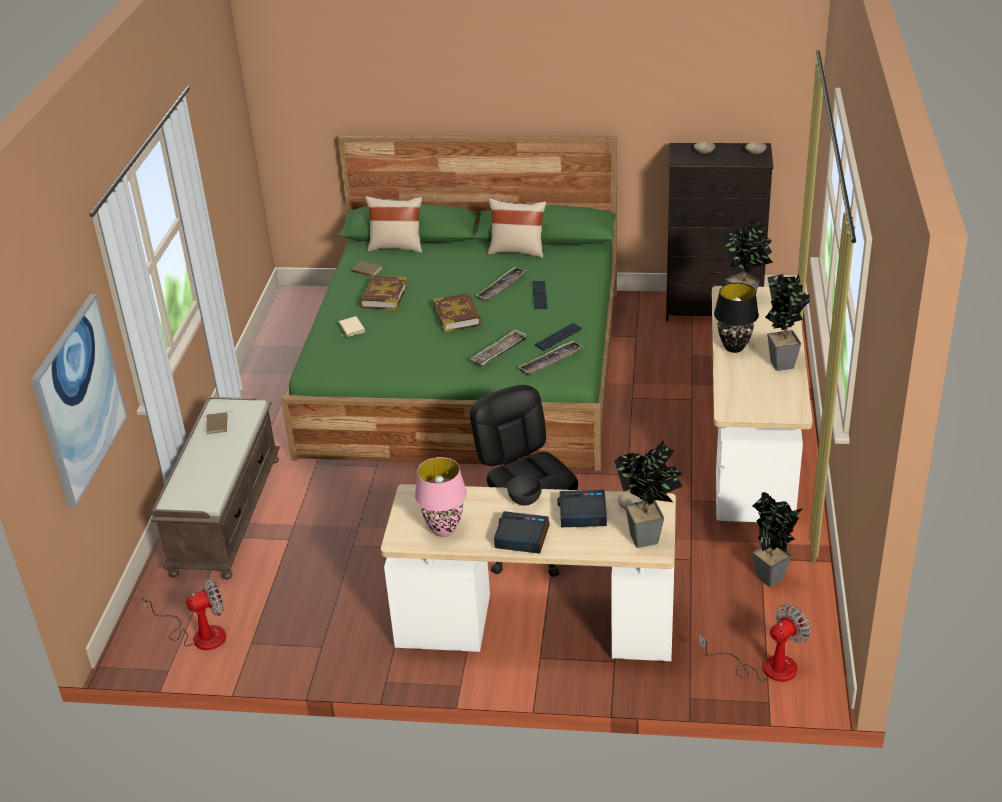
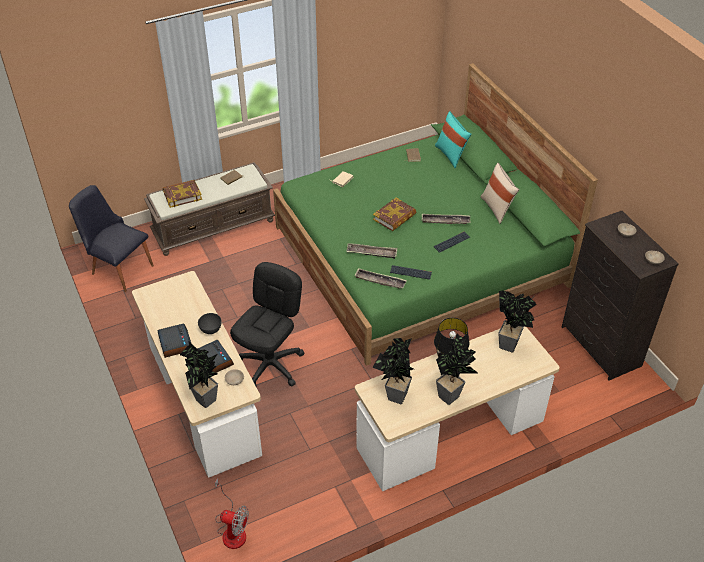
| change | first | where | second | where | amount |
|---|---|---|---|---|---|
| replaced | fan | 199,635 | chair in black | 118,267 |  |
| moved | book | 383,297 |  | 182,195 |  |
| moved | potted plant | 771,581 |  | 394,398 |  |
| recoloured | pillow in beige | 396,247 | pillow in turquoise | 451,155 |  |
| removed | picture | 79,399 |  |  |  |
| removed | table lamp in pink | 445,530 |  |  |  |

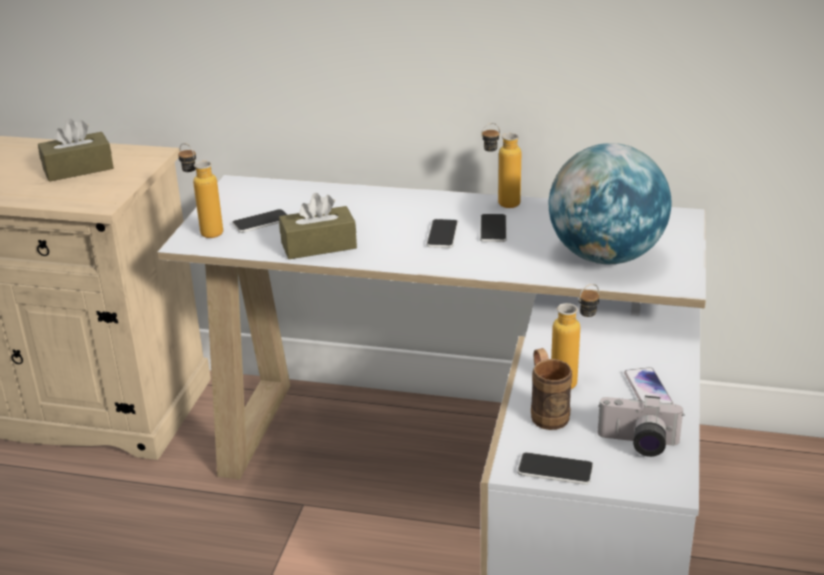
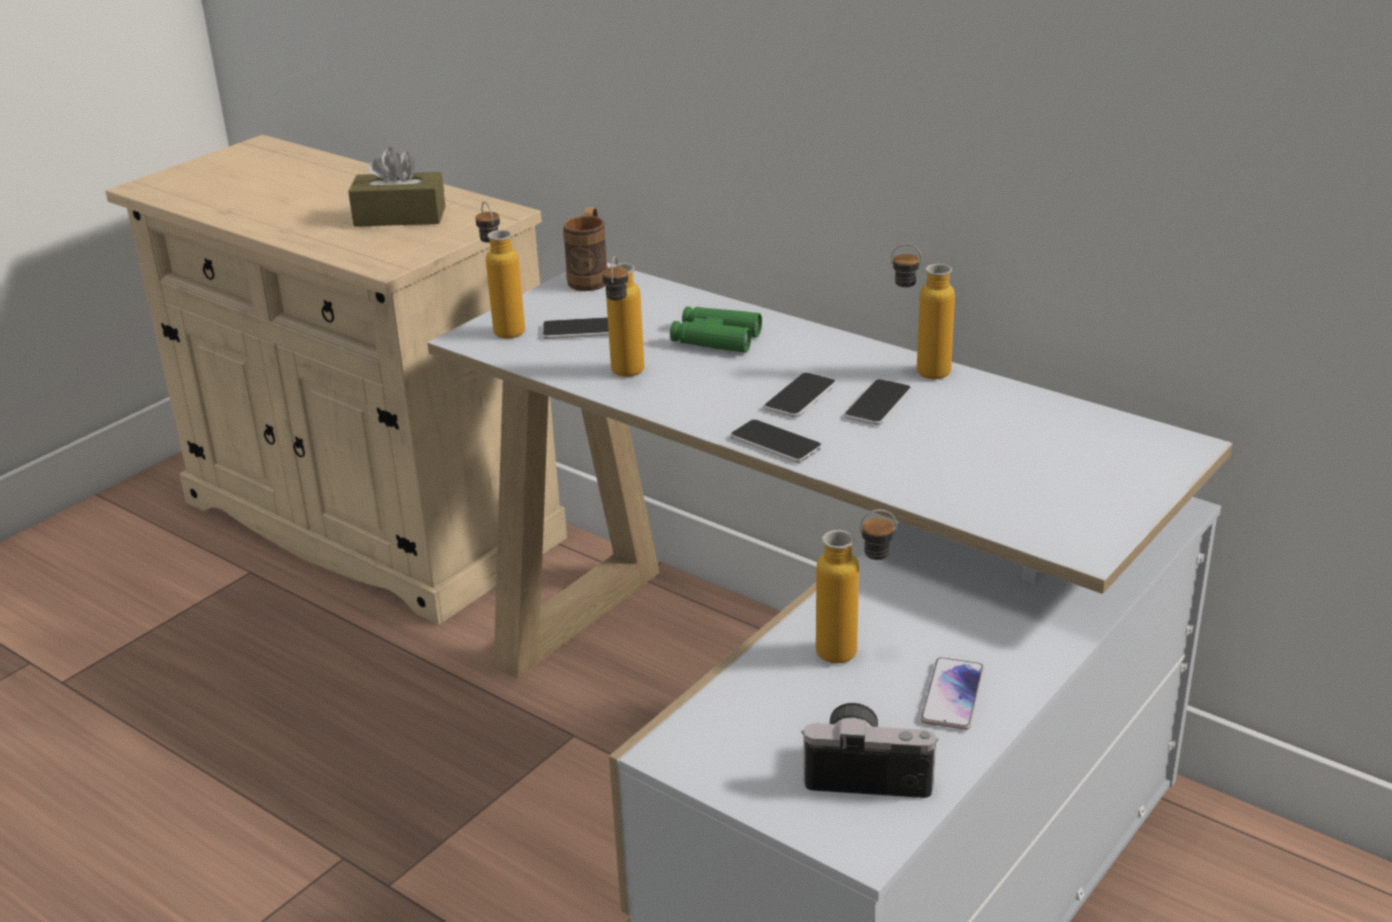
| change | first | where | second | where | amount |
|---|---|---|---|---|---|
| moved | mug in brown | 546,412 |  | 590,278 |  |
| replaced | tissue box in brown | 318,245 | bottle | 625,377 |  |
| added |  |  | binoculars in green | 715,339 |  |
| moved | phone | 555,470 |  | 775,443 |  |
| turned | photo camera | 637,444 |  | 868,770 | 150 degrees clockwise |
| removed | globe | 605,256 |  |  |  |

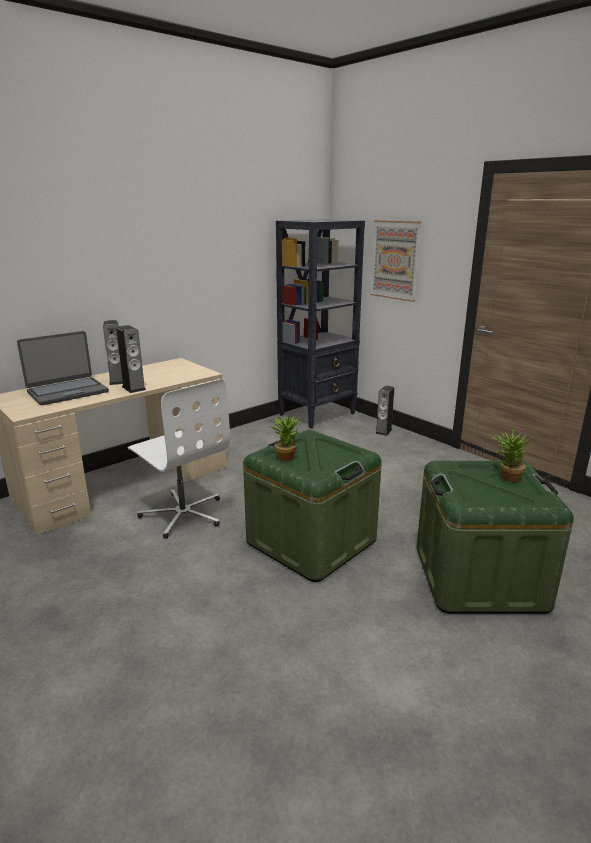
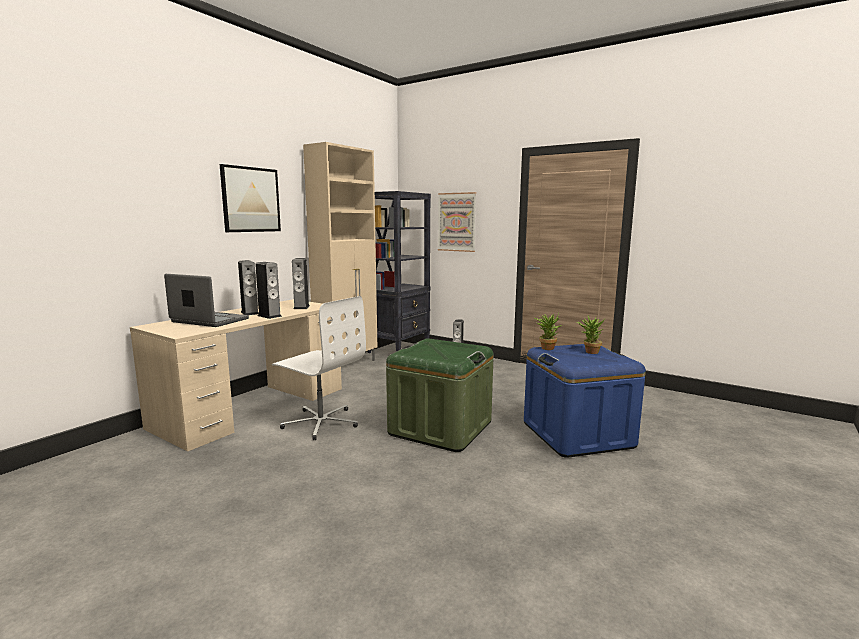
| change | first | where | second | where | amount |
|---|---|---|---|---|---|
| turned | laptop | 67,392 |  | 209,321 | 105 degrees counterclockwise |
| added |  |  | picture | 251,199 |  |
| added |  |  | speaker | 301,307 |  |
| added |  |  | cabinet in beige | 347,365 |  |
| recoloured | storage box in green | 479,578 | storage box in blue | 577,434 |  |
| moved | potted plant | 286,456 |  | 546,347 |  |

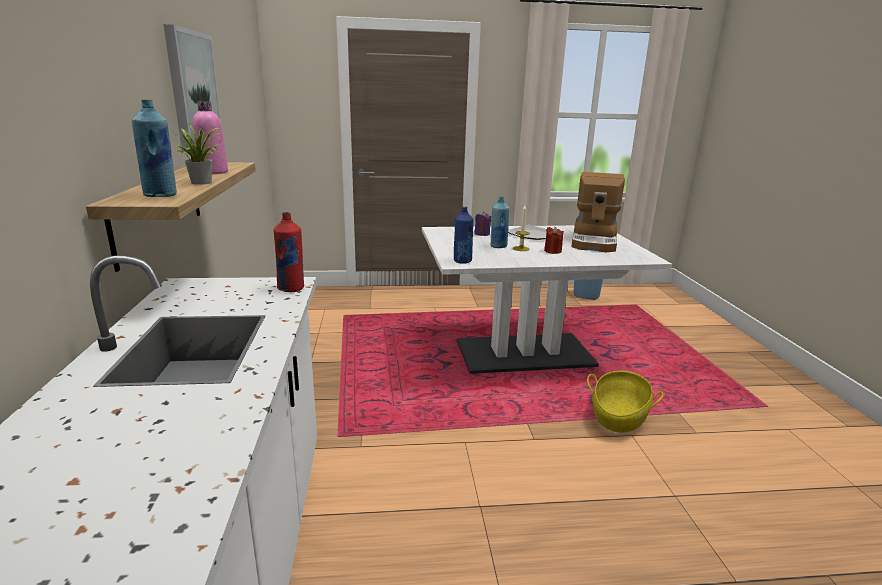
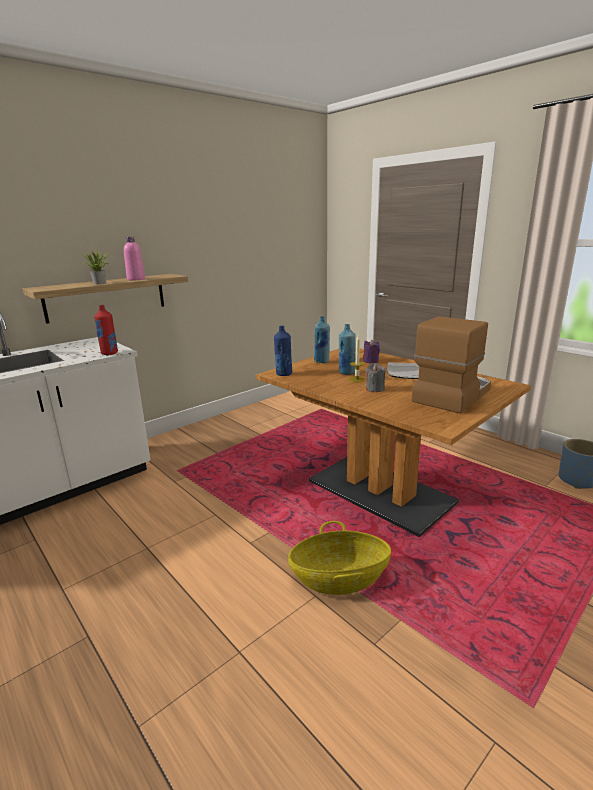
| change | first | where | second | where | amount |
|---|---|---|---|---|---|
| recoloured | dining table in white | 524,354 | dining table in brown | 380,492 |  |
| moved | bottle in blue | 161,195 |  | 321,361 |  |
| recoloured | candle in red | 552,251 | candle in grey | 375,389 |  |
| turned | coffee machine | 595,241 |  | 451,395 | 150 degrees clockwise |
| removed | picture | 193,90 |  |  |  |

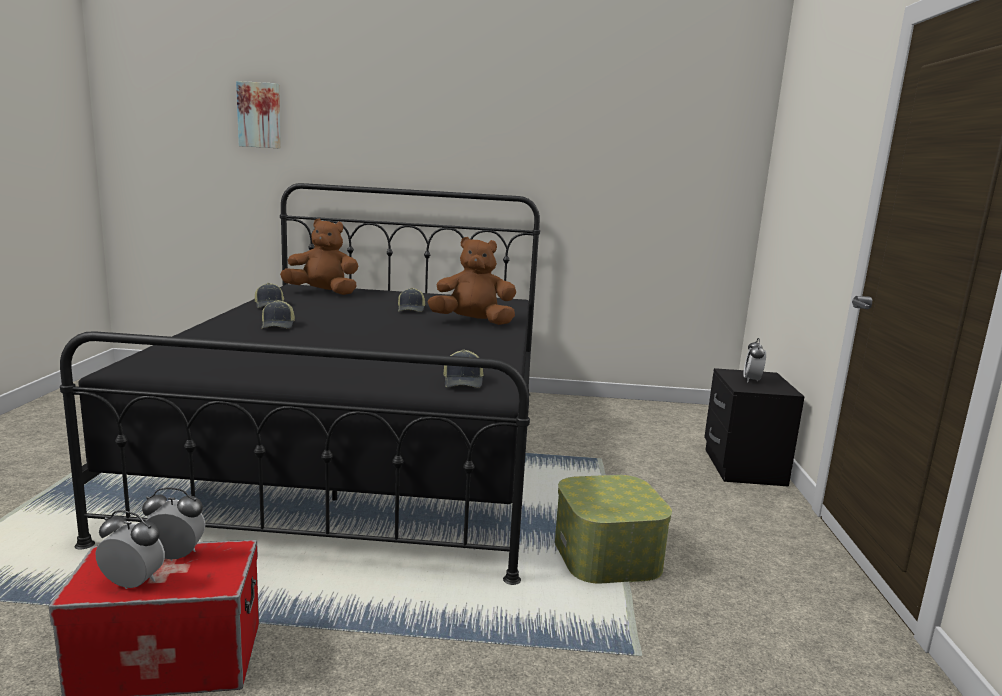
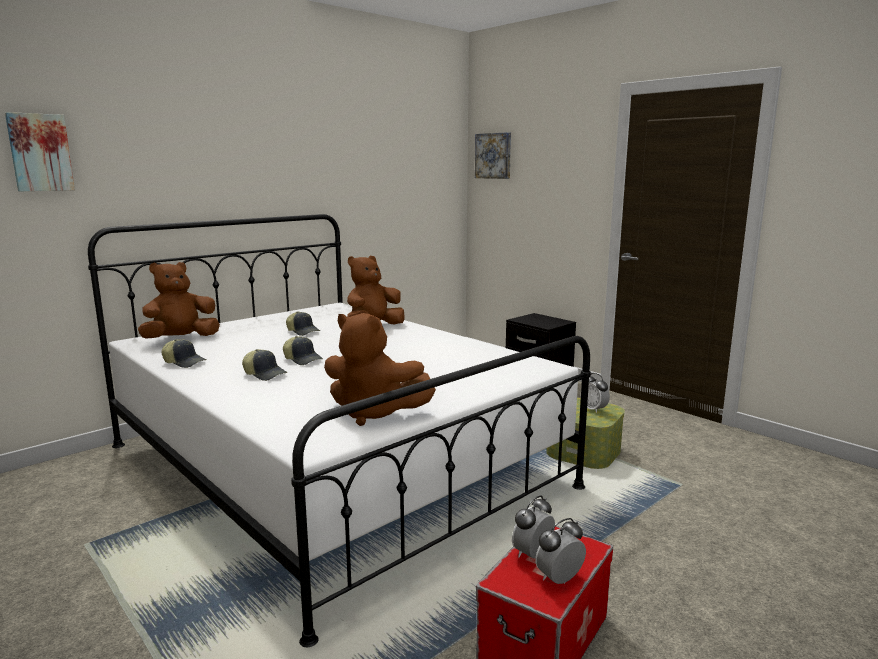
| change | first | where | second | where | amount |
|---|---|---|---|---|---|
| recoloured | bed in black | 366,449 | bed in white | 332,465 |  |
| moved | cap | 464,382 |  | 303,359 |  |
| added |  |  | plush toy in brown | 374,413 |  |
| added |  |  | picture | 494,156 |  |
| moved | alarm clock | 752,380 |  | 594,409 |  |

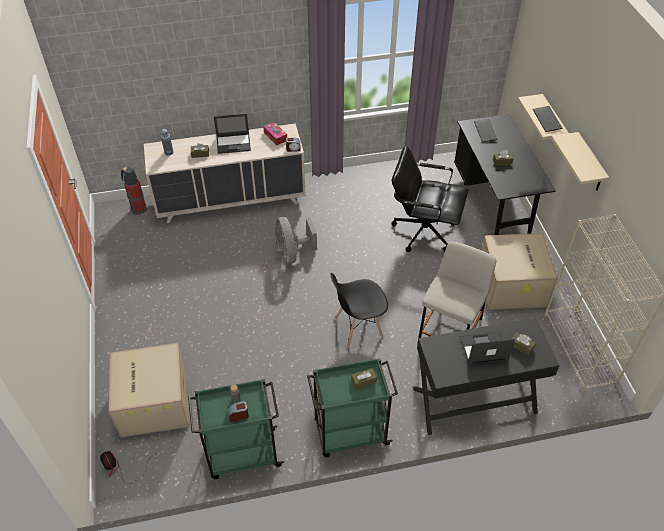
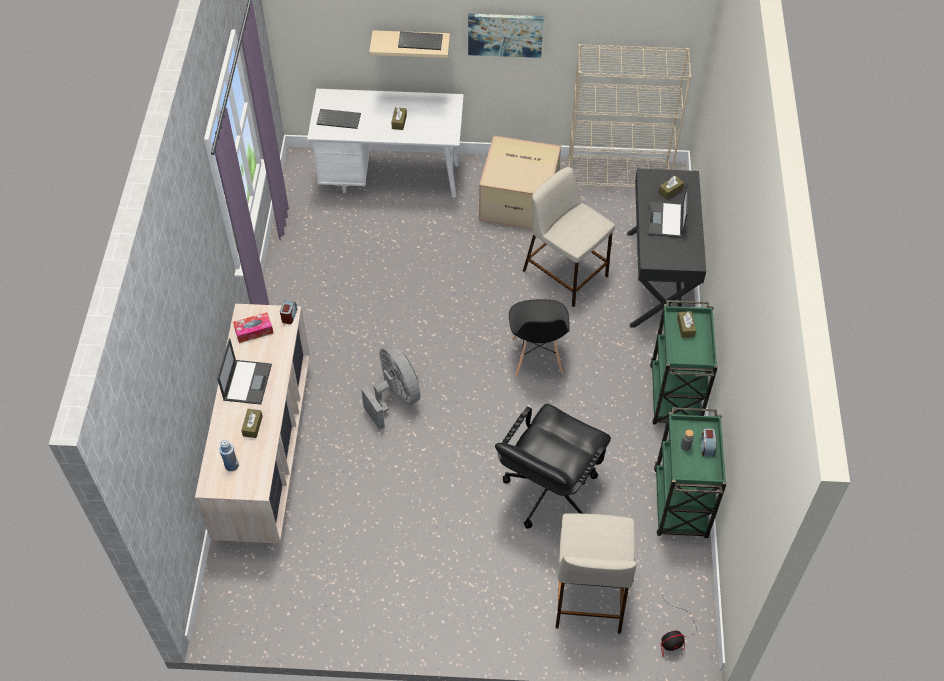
| change | first | where | second | where | amount |
|---|---|---|---|---|---|
| recoloured | desk in black | 493,205 | desk in white | 391,177 |  |
| turned | fan in grey | 292,253 |  | 395,397 | 120 degrees counterclockwise |
| replaced | shelf in beige | 590,164 | picture | 505,34 |  |
| moved | office chair in black | 423,231 |  | 549,491 |  |
| replaced | cardboard box | 153,402 | stool in beige | 588,591 |  |
| removed | fire extinguisher | 138,209 |  |  |  |

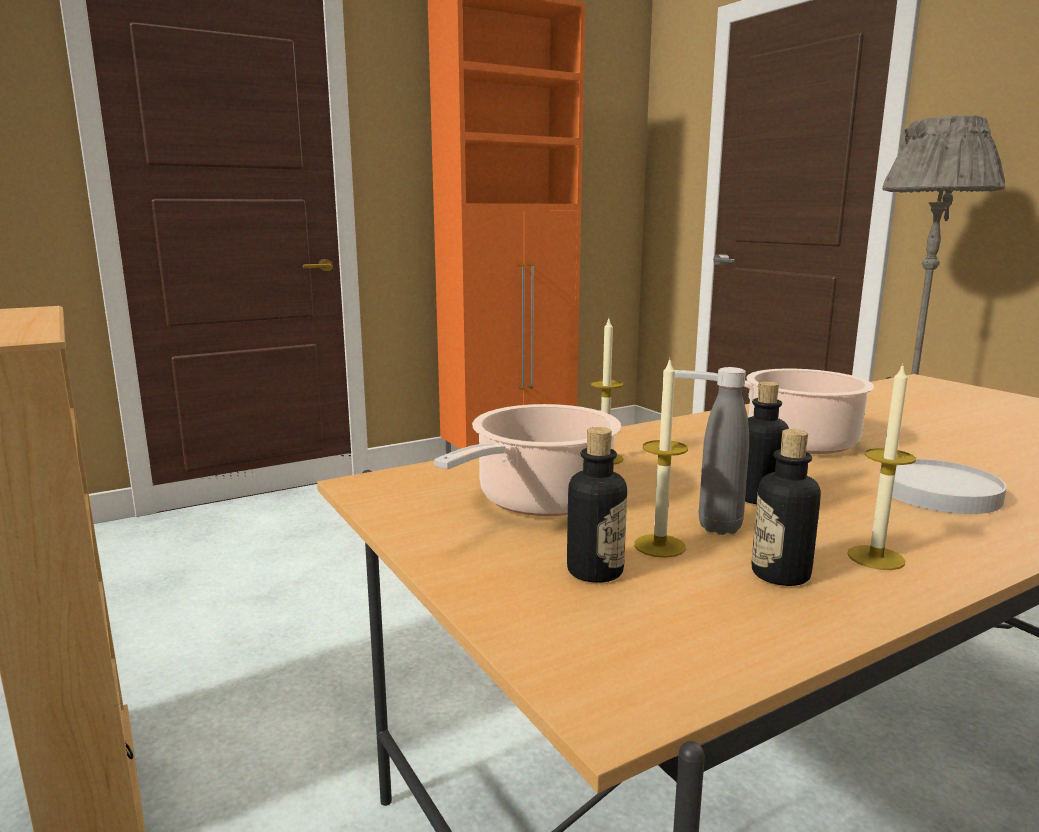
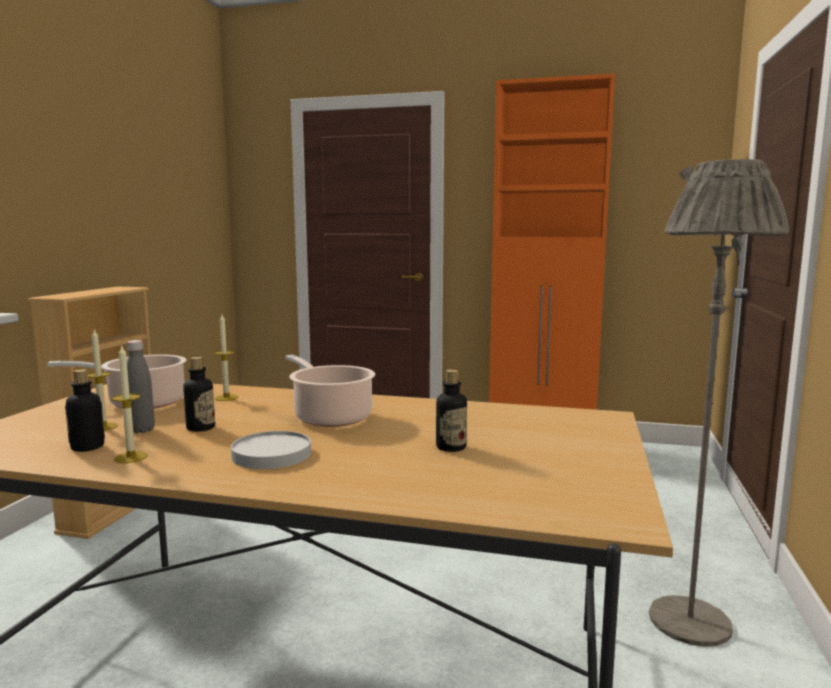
| change | first | where | second | where | amount |
|---|---|---|---|---|---|
| moved | bottle | 595,571 |  | 451,447 |  |

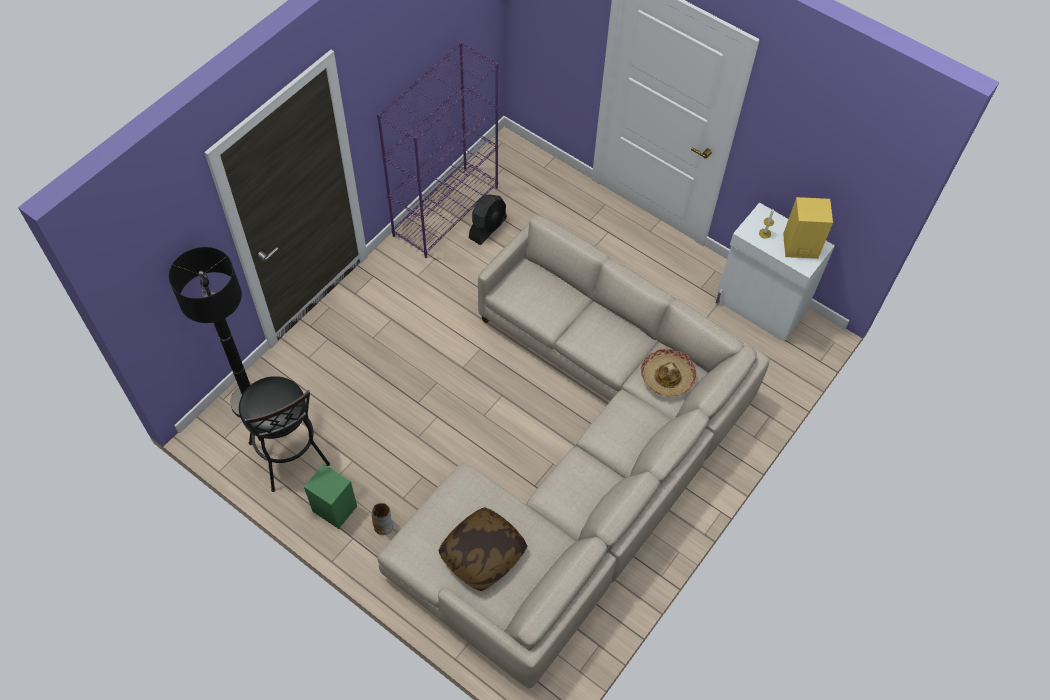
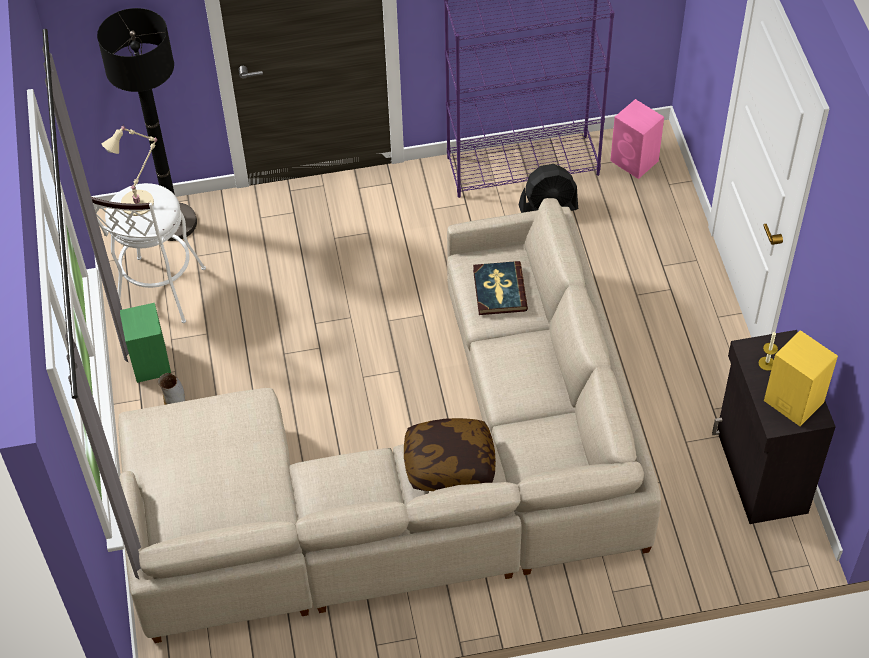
| change | first | where | second | where | amount |
|---|---|---|---|---|---|
| recoloured | stool in black | 291,459 | stool in white | 158,296 |  |
| added |  |  | table lamp in beige | 140,201 |  |
| moved | pillow | 482,554 |  | 449,464 |  |
| added |  |  | book | 499,290 |  |
| added |  |  | speaker in pink | 635,161 |  |
| recoloured | cabinet in white | 759,307 | cabinet in black | 760,472 |  |
| removed | hat | 667,377 |  |  |  |

